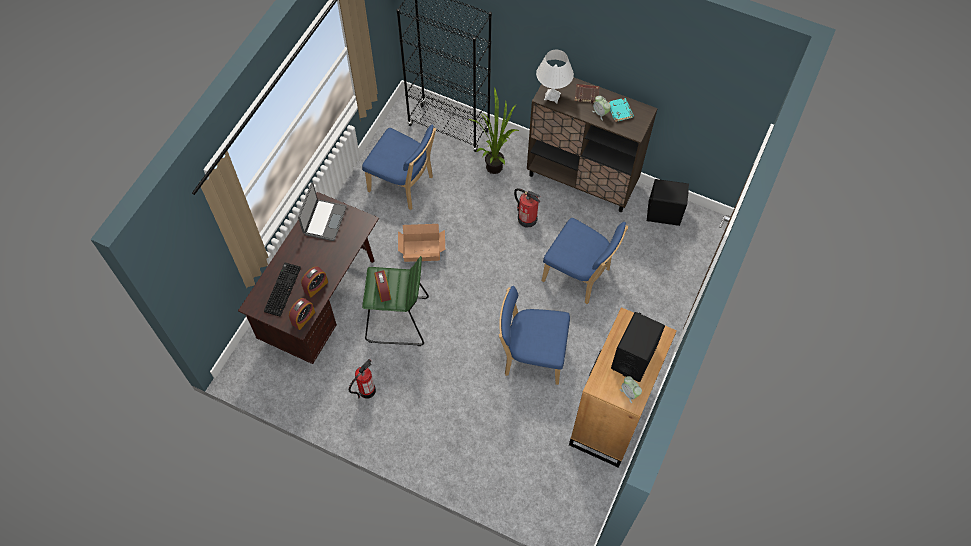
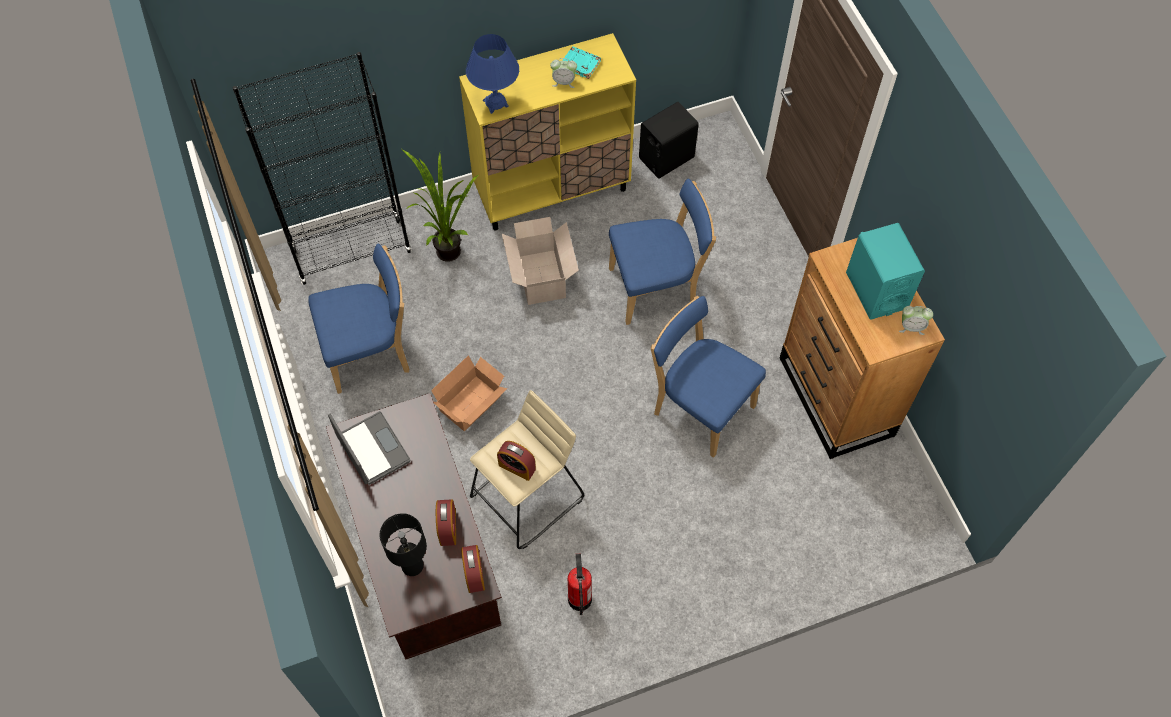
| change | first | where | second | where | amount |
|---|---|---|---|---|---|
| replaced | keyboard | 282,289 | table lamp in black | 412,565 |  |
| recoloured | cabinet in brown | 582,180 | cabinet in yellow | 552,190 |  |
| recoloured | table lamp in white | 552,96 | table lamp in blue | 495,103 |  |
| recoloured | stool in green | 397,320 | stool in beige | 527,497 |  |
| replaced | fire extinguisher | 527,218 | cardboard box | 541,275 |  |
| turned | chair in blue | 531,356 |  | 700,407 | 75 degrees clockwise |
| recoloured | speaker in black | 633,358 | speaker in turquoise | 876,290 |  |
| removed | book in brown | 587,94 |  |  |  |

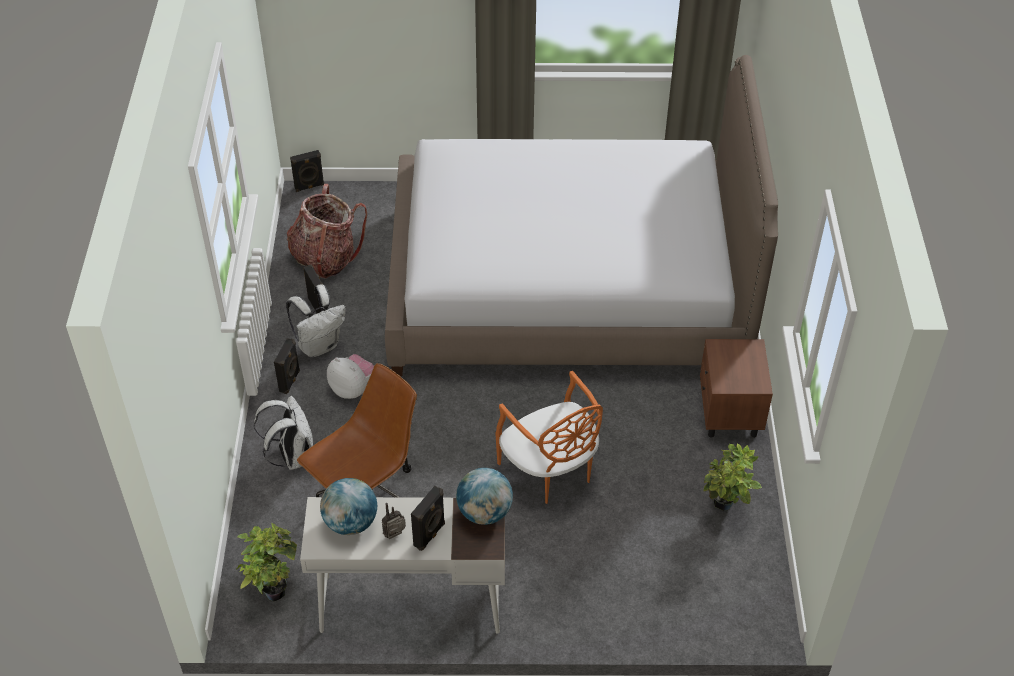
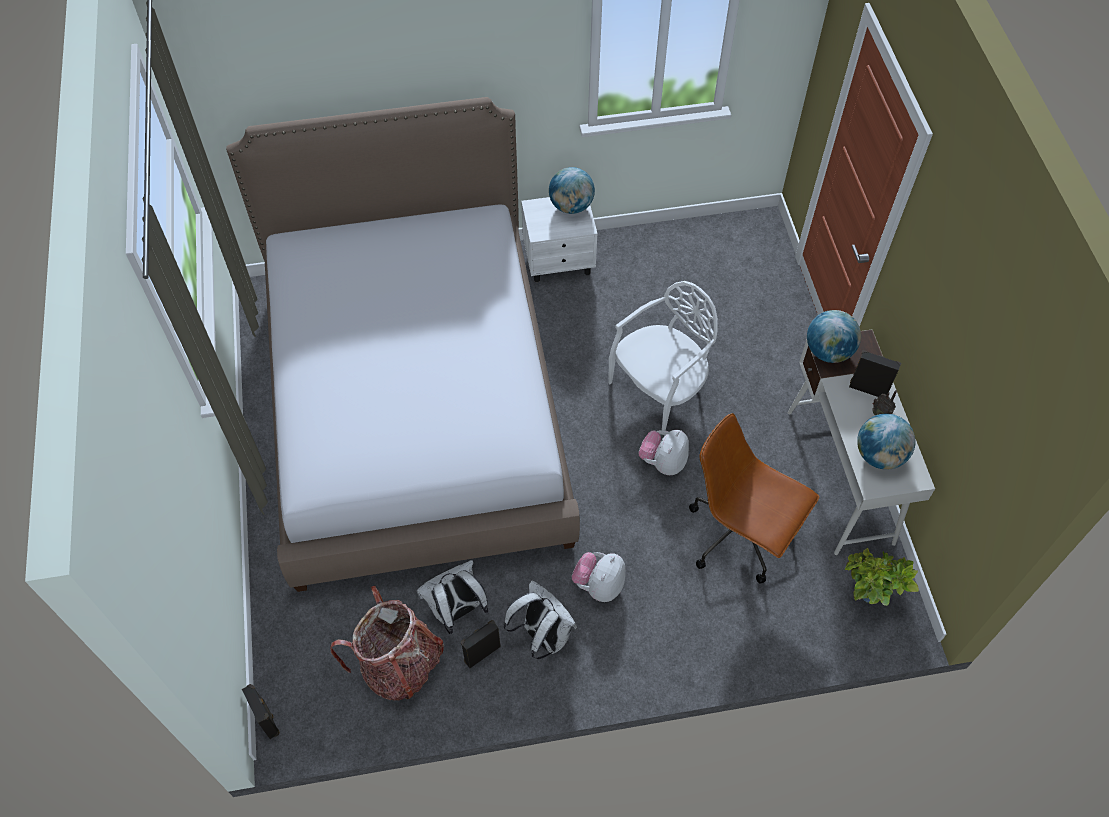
| change | first | where | second | where | amount |
|---|---|---|---|---|---|
| moved | backpack in white | 292,456 |  | 456,611 |  |
| recoloured | nightstand in brown | 729,414 | nightstand in white | 559,261 |  |
| added |  |  | globe | 571,206 |  |
| recoloured | chair in orange | 550,470 | chair in white | 660,389 |  |
| added |  |  | plush toy | 663,462 |  |
| removed | speaker in black | 290,381 |  |  |  |
| removed | potted plant | 725,508 |  |  |  |

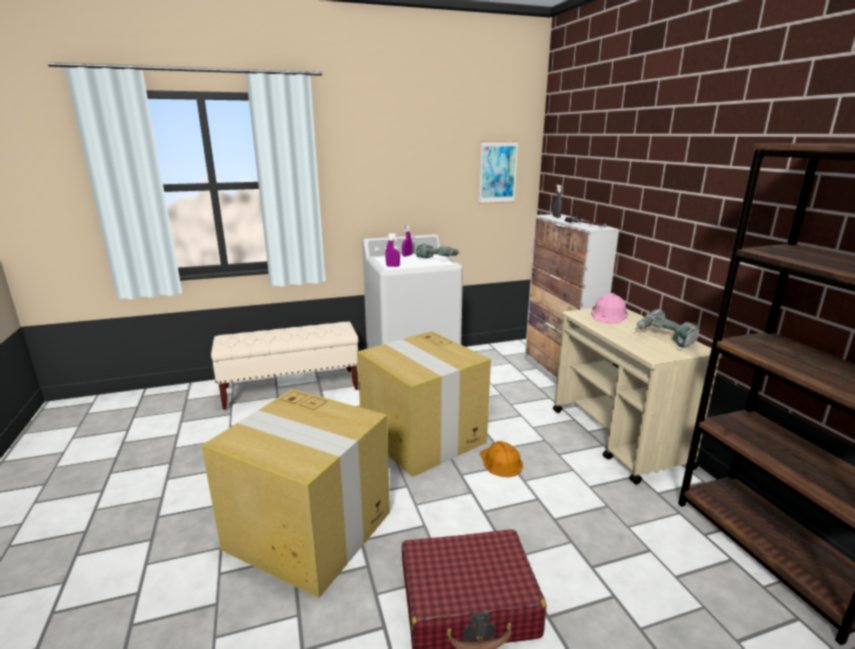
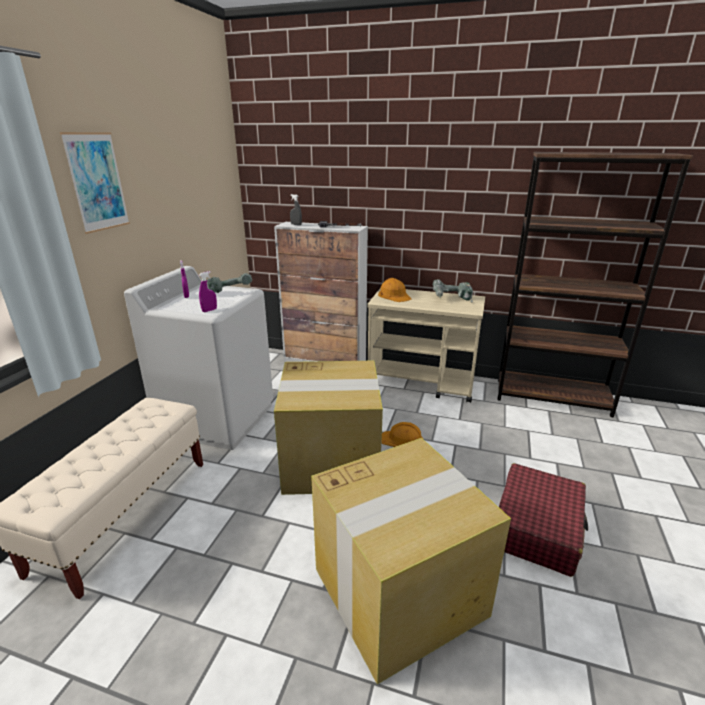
| change | first | where | second | where | amount |
|---|---|---|---|---|---|
| moved | picture | 498,172 |  | 97,182 |  |
| recoloured | hard hat in pink | 608,315 | hard hat in orange | 394,295 |  |

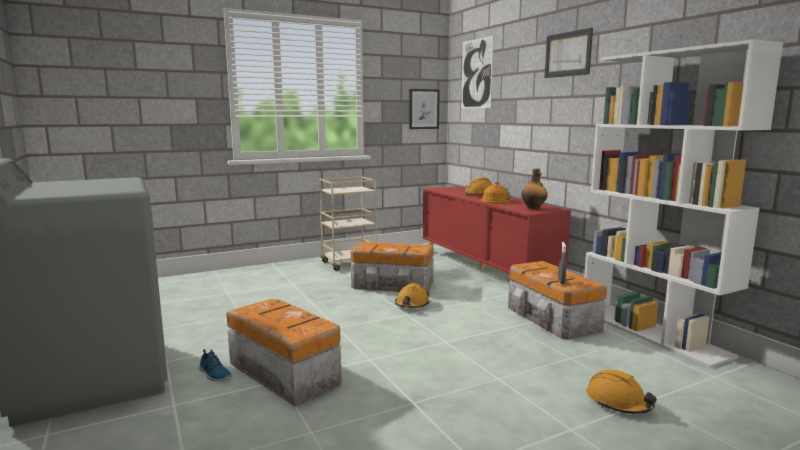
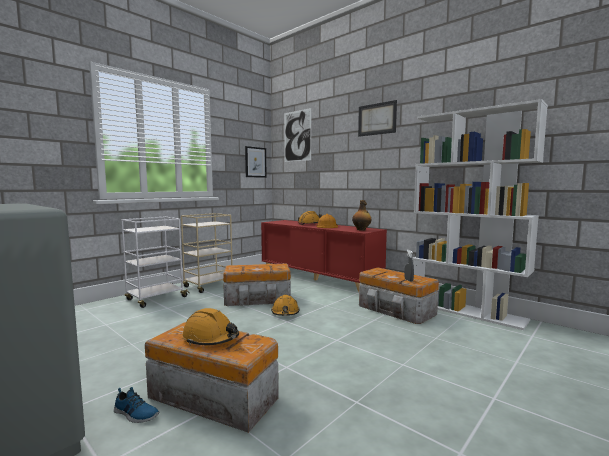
| change | first | where | second | where | amount |
|---|---|---|---|---|---|
| added |  |  | cart in white | 156,298 |  |
| moved | hard hat in orange | 618,402 |  | 211,338 |  |

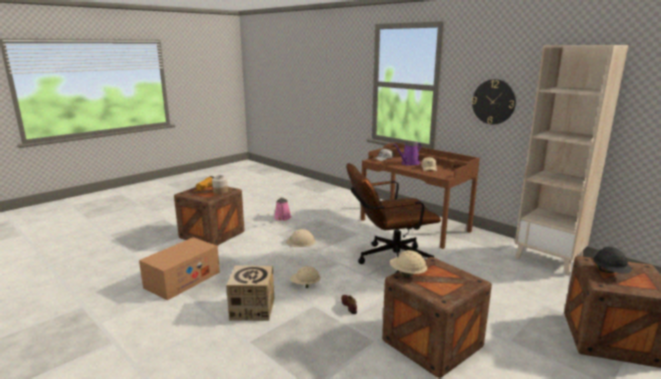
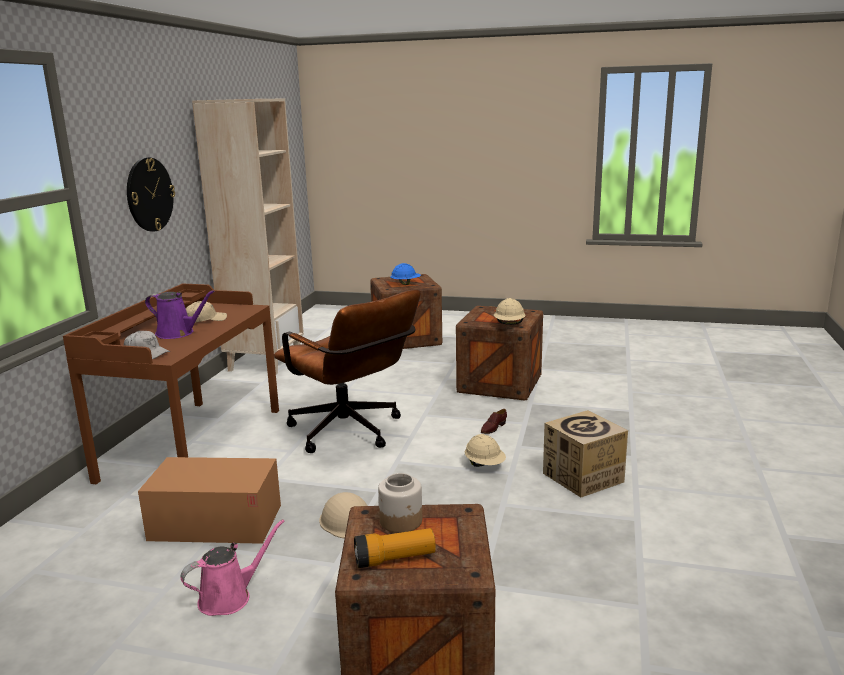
| change | first | where | second | where | amount |
|---|---|---|---|---|---|
| moved | cardboard box | 182,280 |  | 216,522 |  |
| recoloured | hard hat in black | 610,273 | hard hat in blue | 405,284 |  |

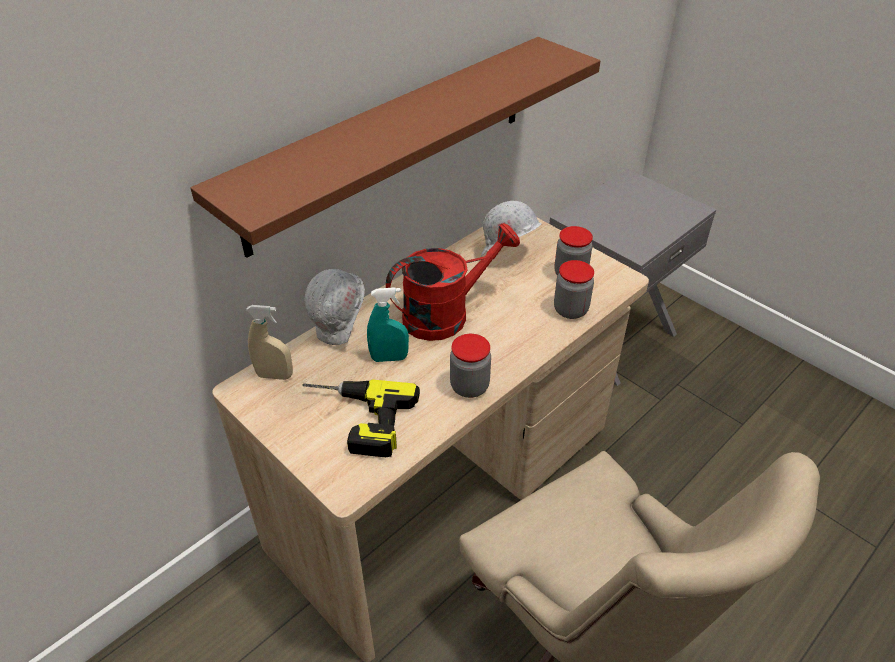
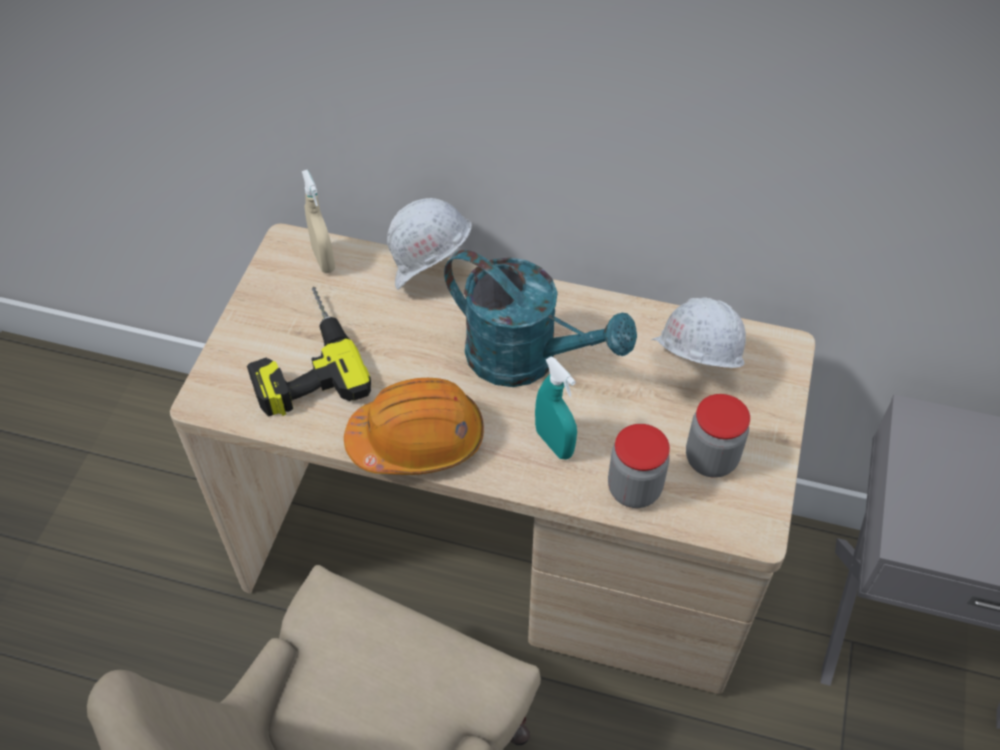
| change | first | where | second | where | amount |
|---|---|---|---|---|---|
| replaced | jar | 469,386 | hard hat in orange | 417,439 |  |
| recoloured | watering can in red | 446,314 | watering can in turquoise | 527,359 |  |
| moved | spray bottle in turquoise | 389,358 |  | 554,443 |  |
| removed | shelf in brown | 392,141 |  |  |  |

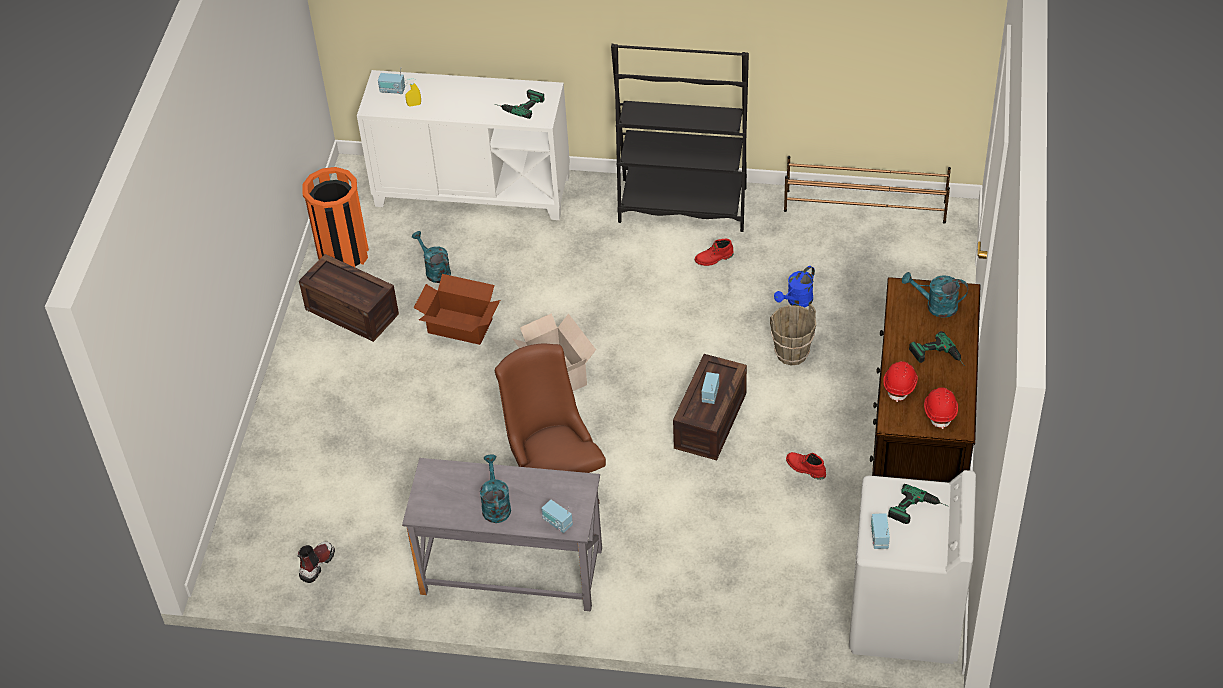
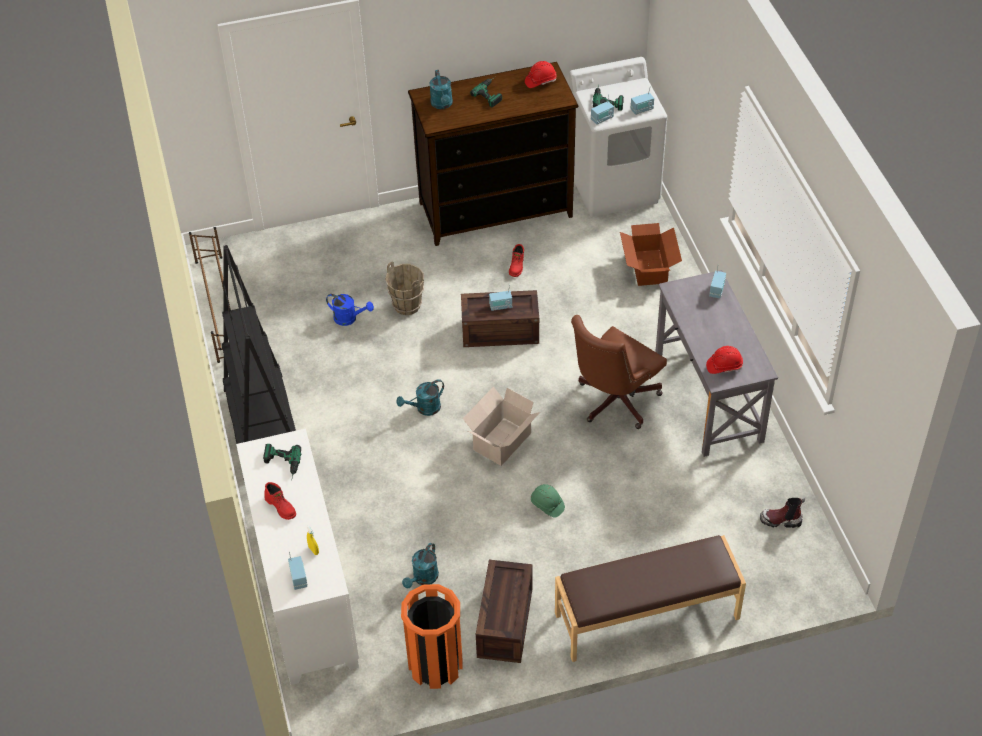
| change | first | where | second | where | amount |
|---|---|---|---|---|---|
| moved | boot in red | 714,259 |  | 281,507 |  |
| moved | watering can in turquoise | 495,505 |  | 424,409 |  |
| added |  |  | hard hat in green | 547,505 |  |
| added |  |  | bench in brown | 647,617 |  |
| added |  |  | radio | 602,119 |  |
| moved | cardboard box | 460,327 |  | 649,267 |  |
| moved | hard hat in red | 900,385 |  | 724,366 |  |

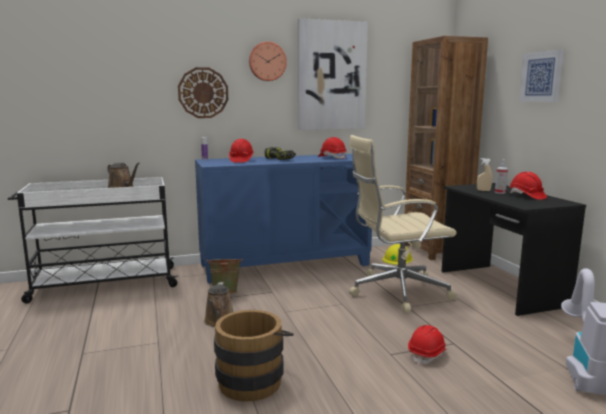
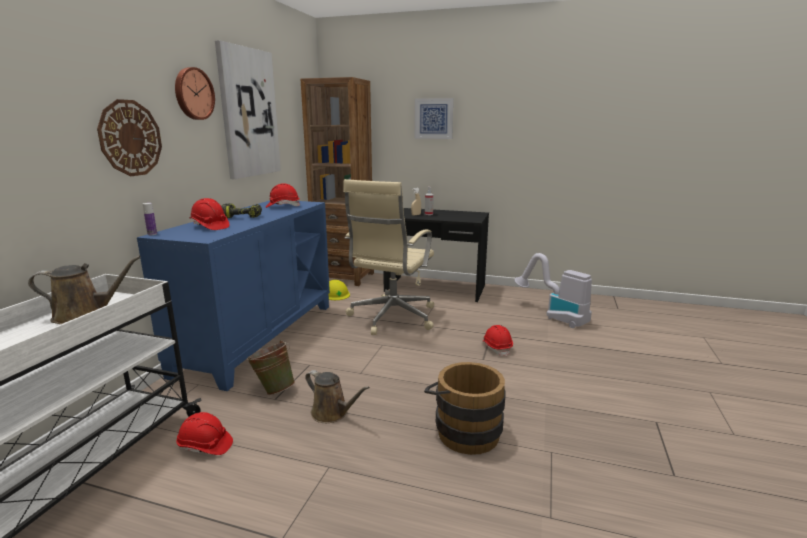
| change | first | where | second | where | amount |
|---|---|---|---|---|---|
| moved | hard hat in red | 526,196 |  | 205,446 |  |

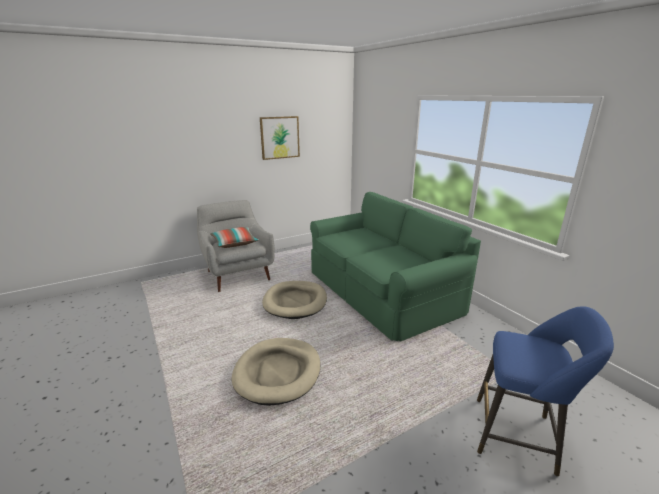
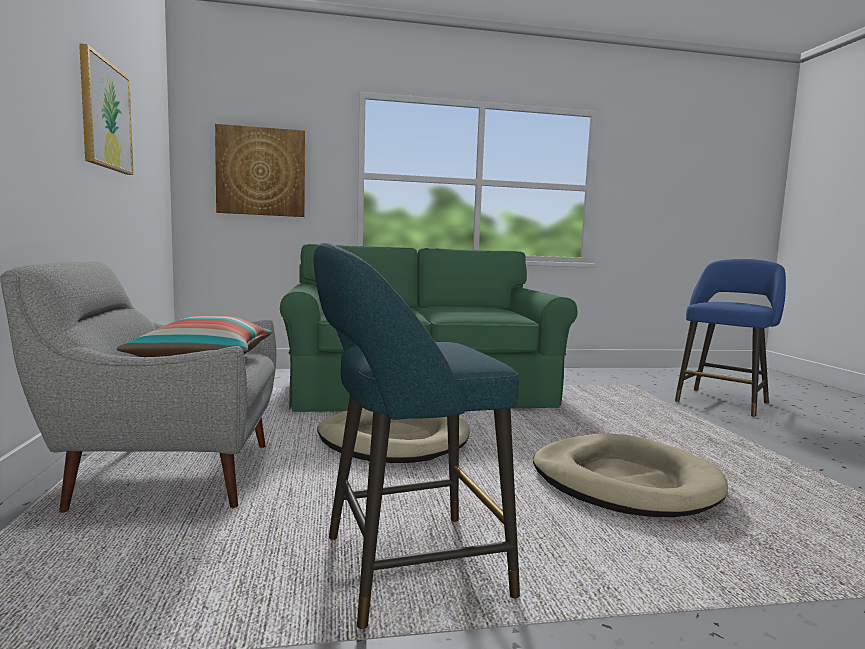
| change | first | where | second | where | amount |
|---|---|---|---|---|---|
| added |  |  | picture | 261,172 |  |
| added |  |  | stool in turquoise | 404,568 |  |

